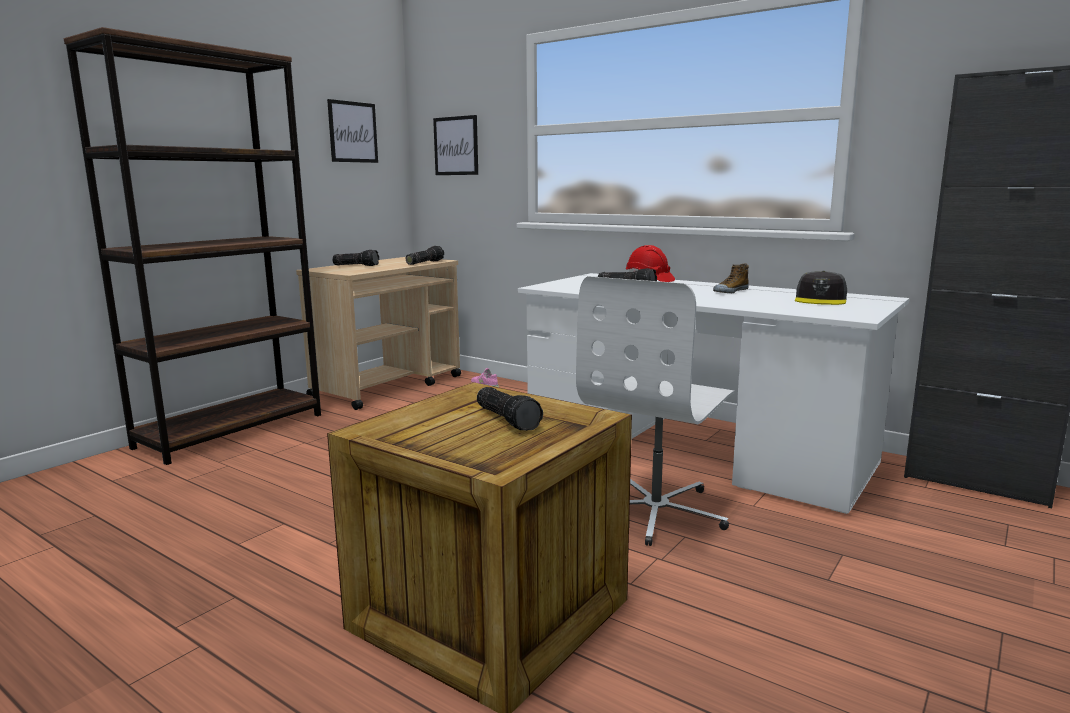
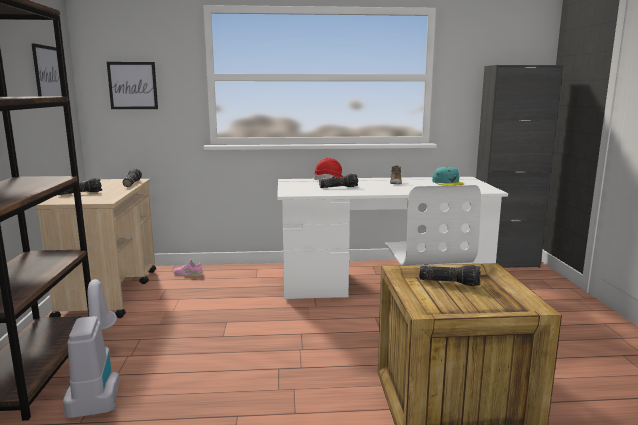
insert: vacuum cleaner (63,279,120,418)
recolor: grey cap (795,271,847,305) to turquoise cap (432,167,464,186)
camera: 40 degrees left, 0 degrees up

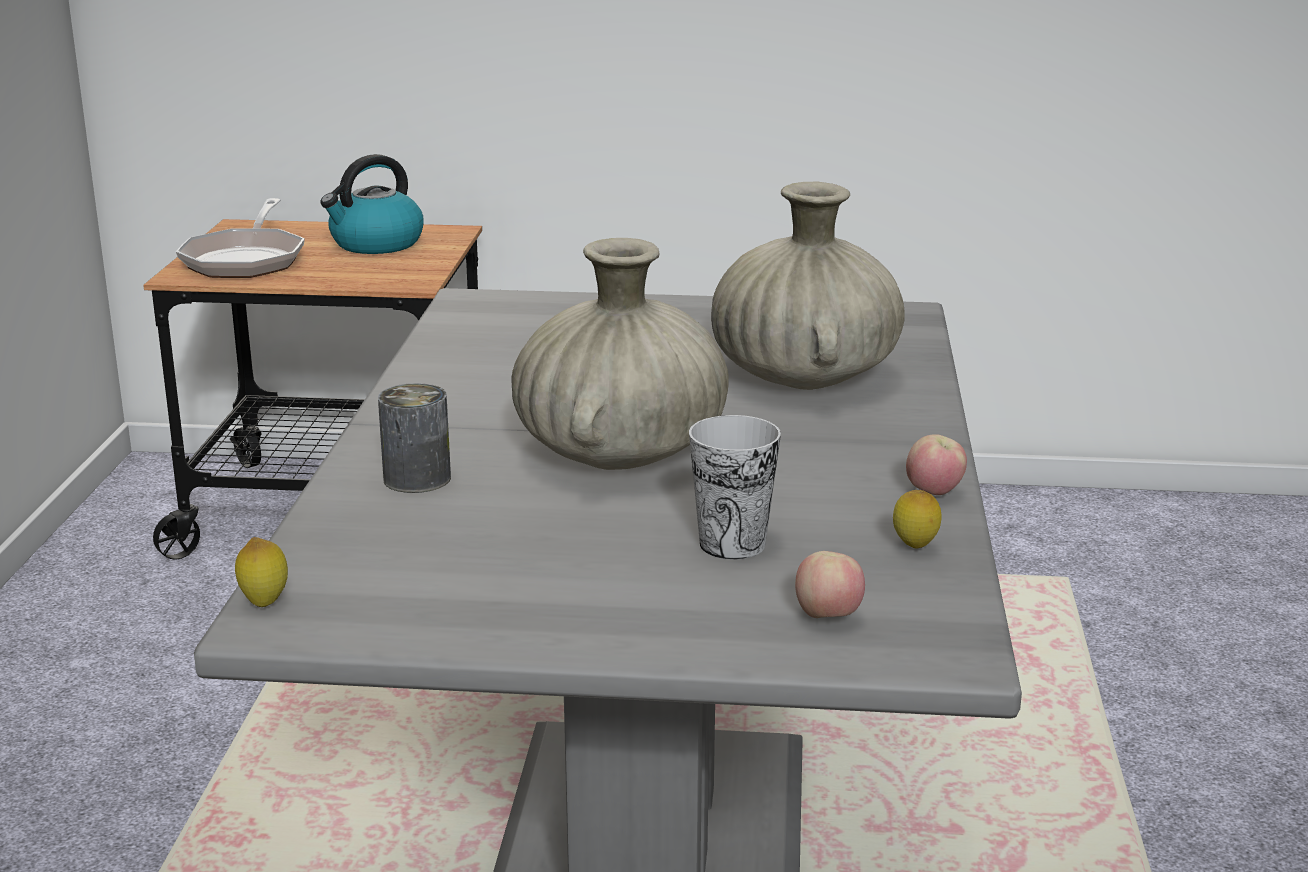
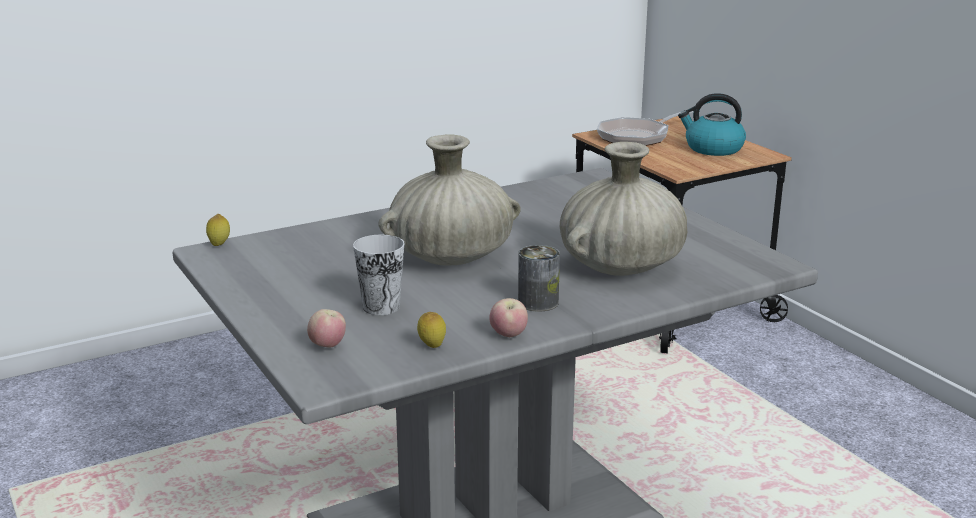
move: can (378,383,451,493) to (518,245,560,312)
camera: 55 degrees right, 0 degrees up

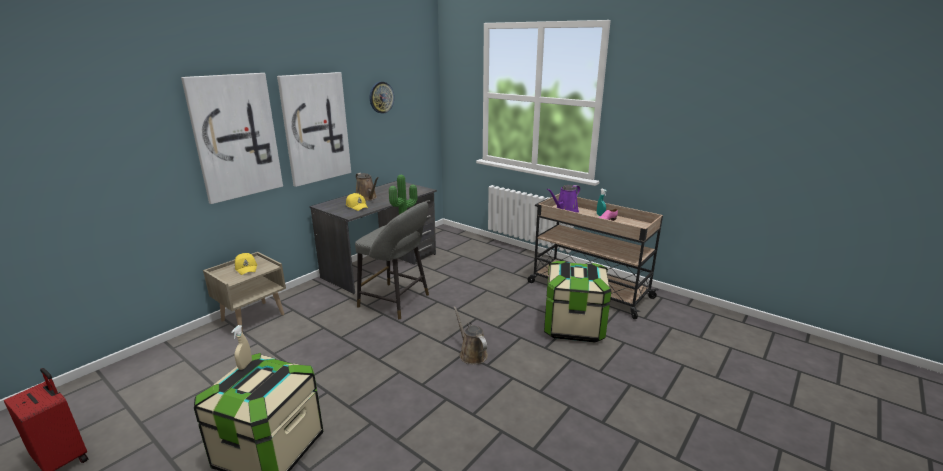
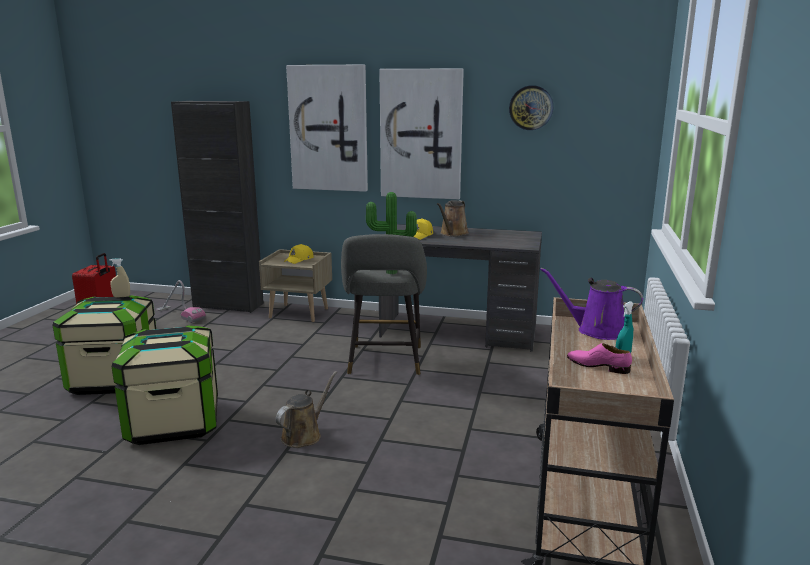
insert: vacuum cleaner (156,280,206,323); black cabinet (171,101,264,313)
move: storage box (544,261,611,343) to (112,325,218,445)
camera: 65 degrees right, 5 degrees down

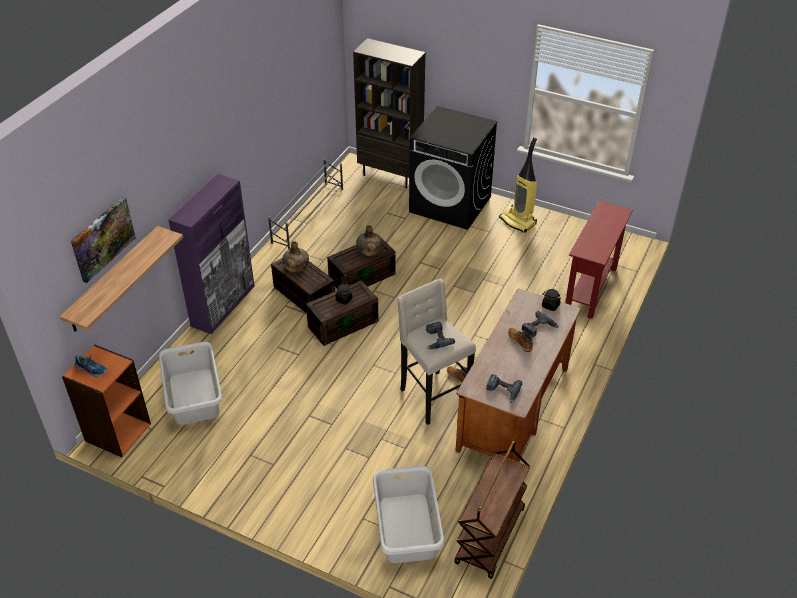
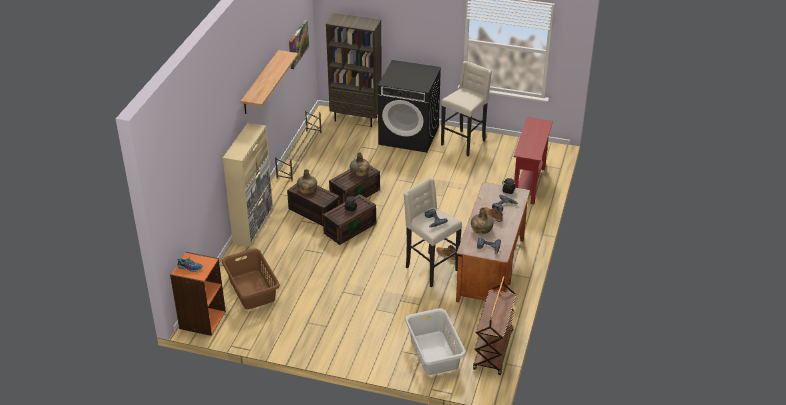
insert: green bottle (471,207,494,234)
move: shelf (59,226,183,331) to (241,50,298,114); picture (71,197,136,283) to (289,20,309,69)
replace: vacuum cleaner (499,137,537,233) to beige stool (441,61,492,156)
recolor: grey laundry basket (159,342,222,425) to brown laundry basket (222,248,280,309); purple cabinet (168,174,254,334) to beige cabinet (223,123,273,247)
camera: 10 degrees left, 5 degrees down

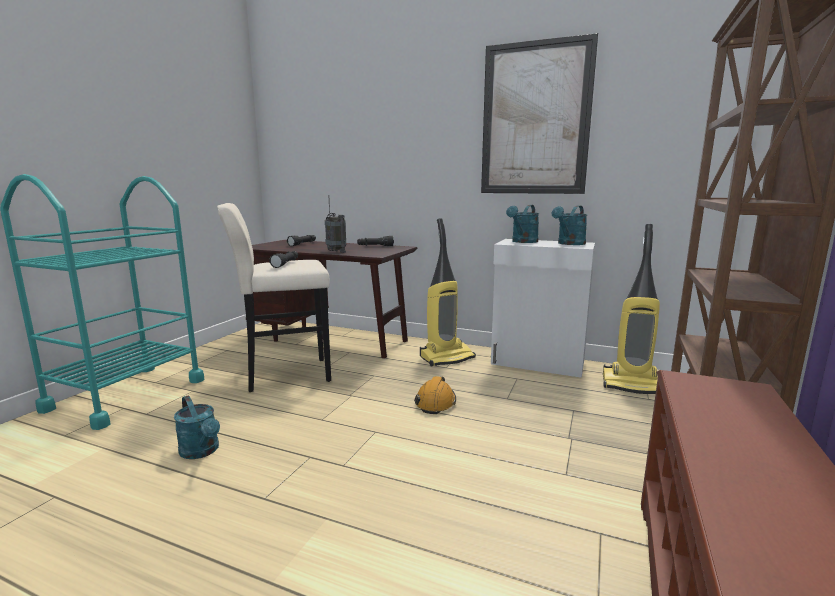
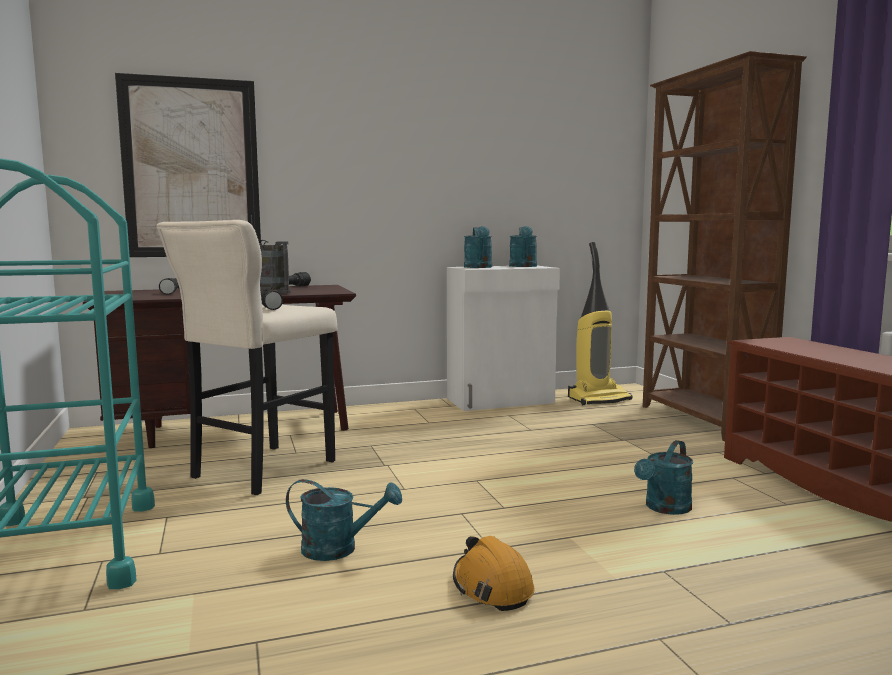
delete: vacuum cleaner (420,218,476,367)
insert: turquoise watering can (634,440,693,515)
move: orange hard hat (414,376,456,414) to (453,536,534,611); picture (481,33,598,194) to (115,73,261,257)
camera: 40 degrees left, 5 degrees down

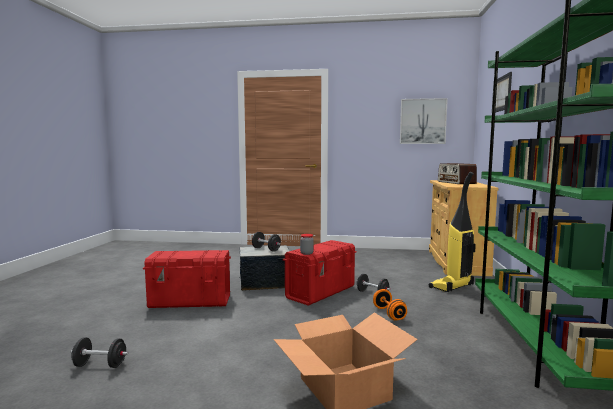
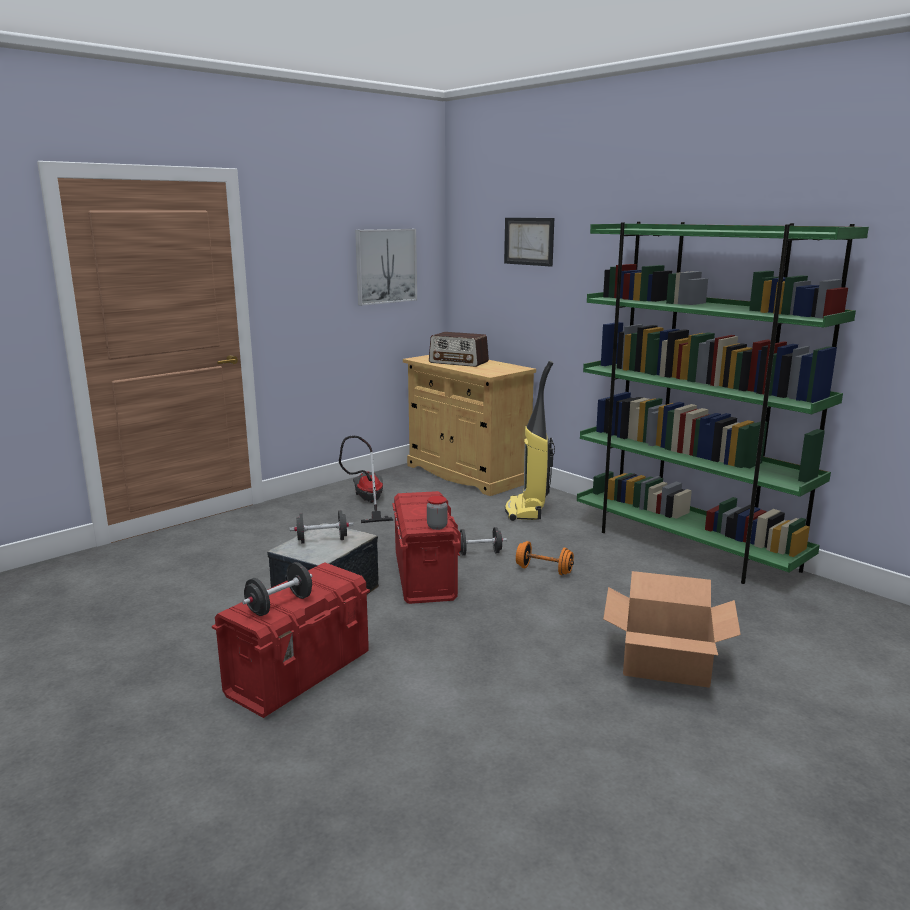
insert: vacuum cleaner (339,436,394,523)
move: black dumbbell (71,338,128,368) to (242,562,312,616)
camera: 50 degrees left, 10 degrees up

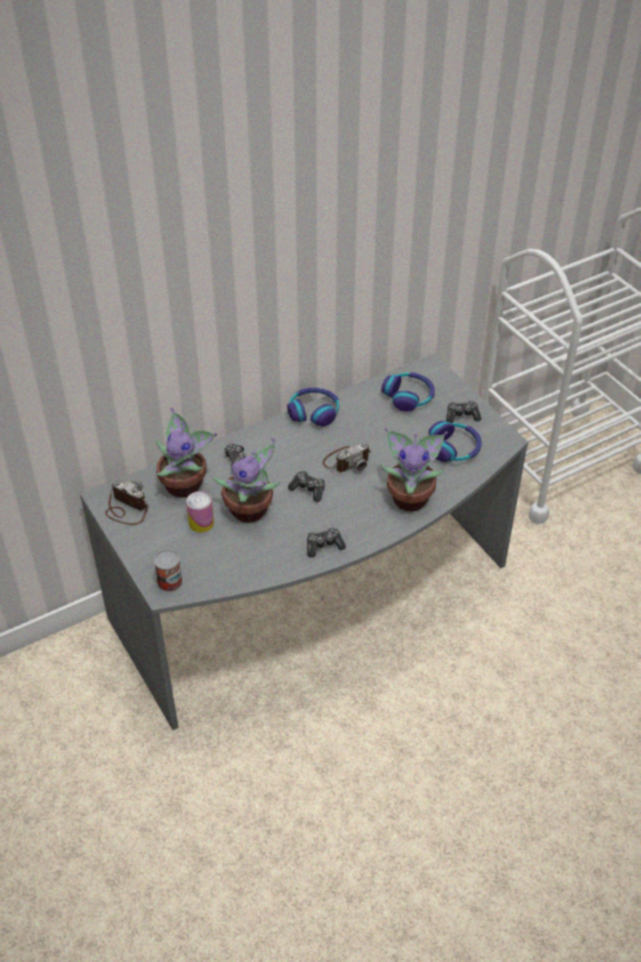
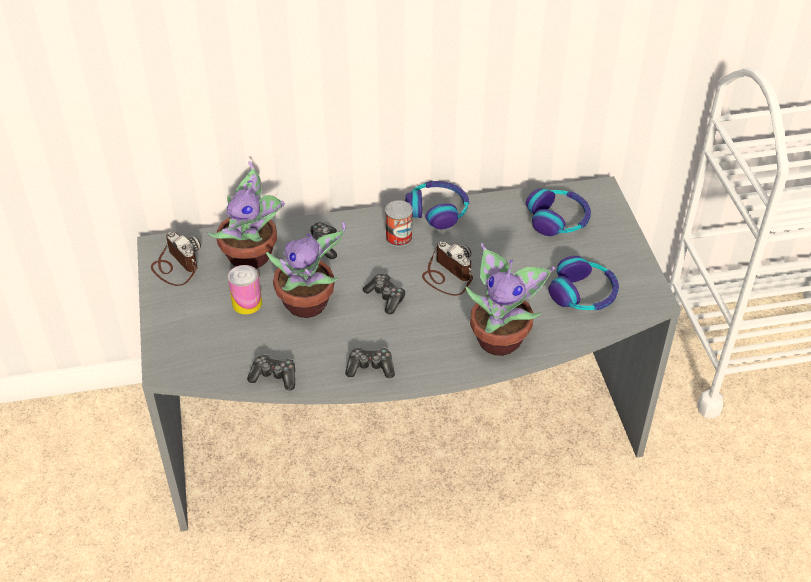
move: can (154,550,183,592) to (385,200,413,247); game controller (446,401,481,423) to (247,354,295,390)
rotate: photo camera (322,443,371,472) = (422,241,473,296) 120 degrees counterclockwise
camera: 20 degrees right, 0 degrees up

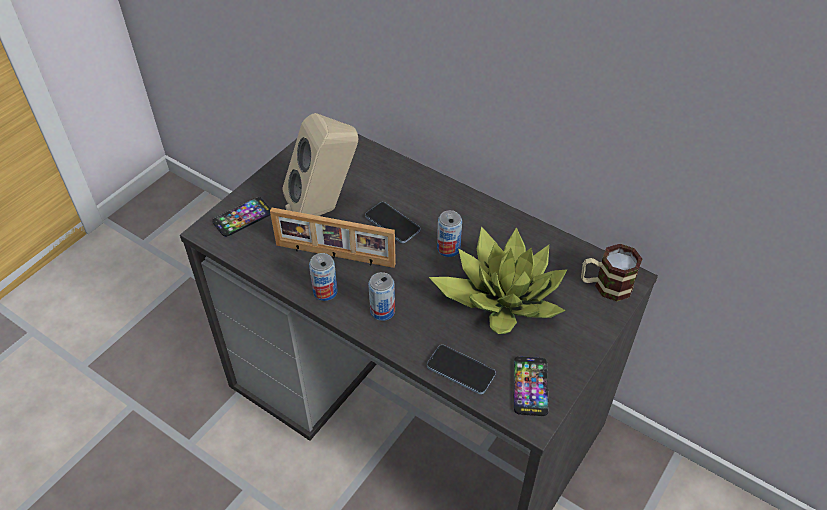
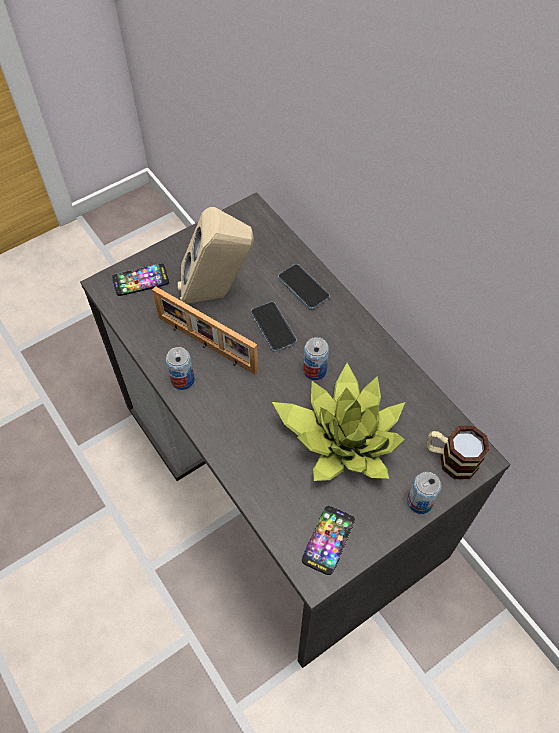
move: can (368,272,395,321) to (407,472,441,514); phone (427,345,496,395) to (278,264,330,309)
camera: 20 degrees right, 10 degrees up

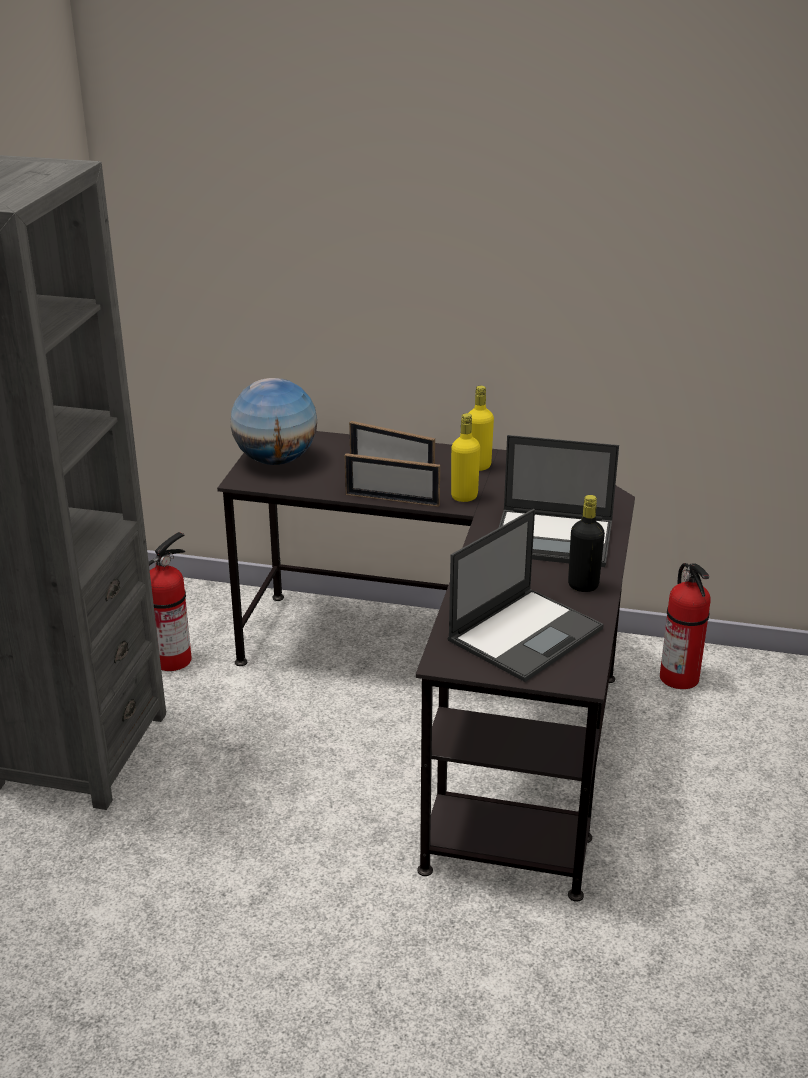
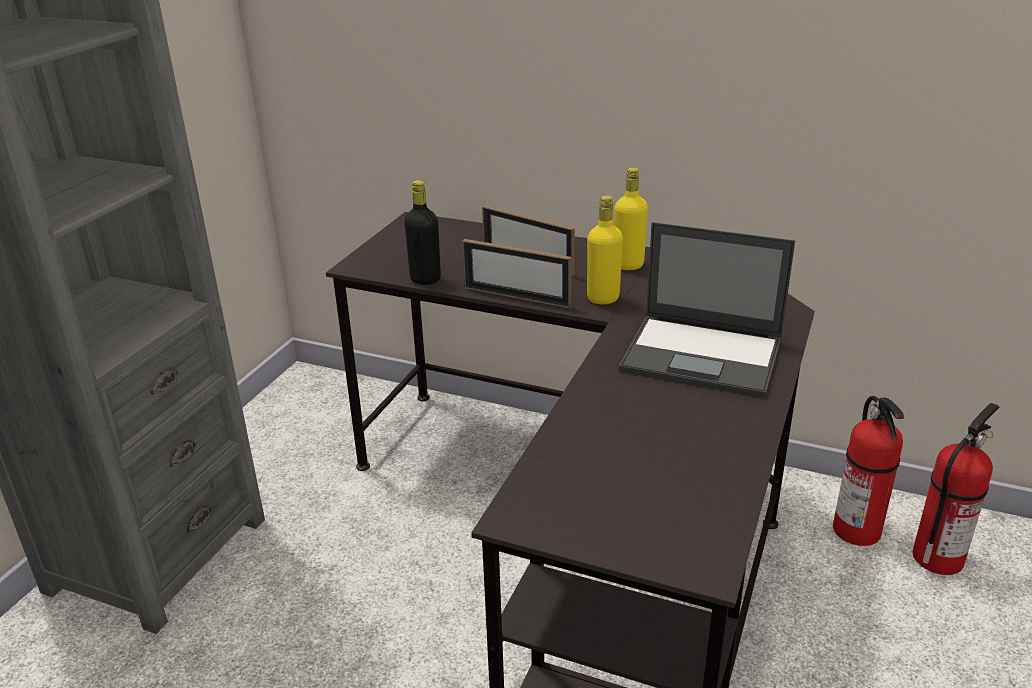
delete: globe (230,378,317,465); laptop (448,509,604,682)
move: fire extinguisher (149,532,192,671) to (913,403,999,575); black bottle (568,495,605,592) to (404,180,441,285)
camera: 10 degrees right, 0 degrees up

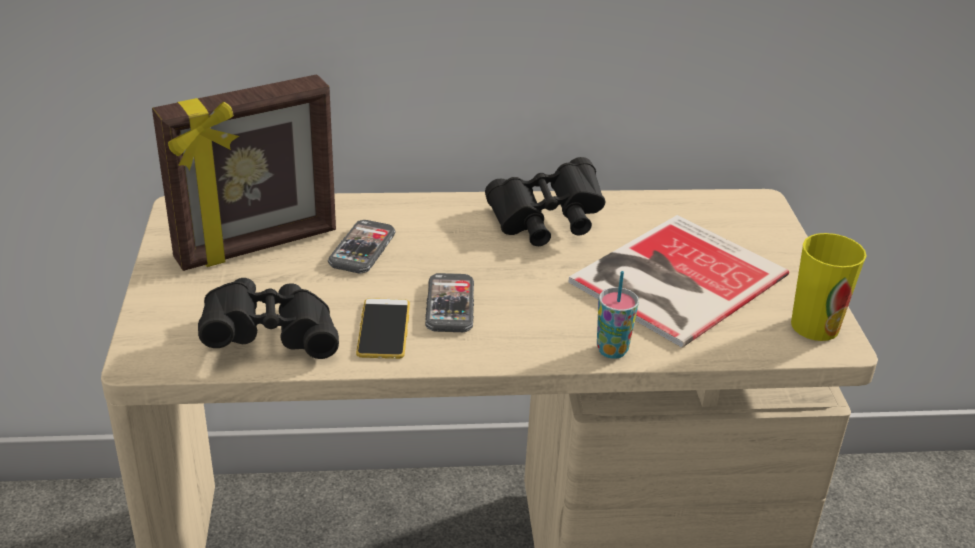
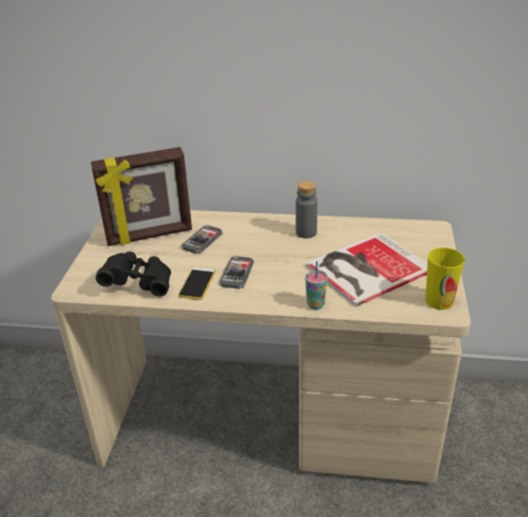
replace: black binoculars (485,157,605,246) to grey bottle (296,181,318,238)
camera: 15 degrees right, 0 degrees up

